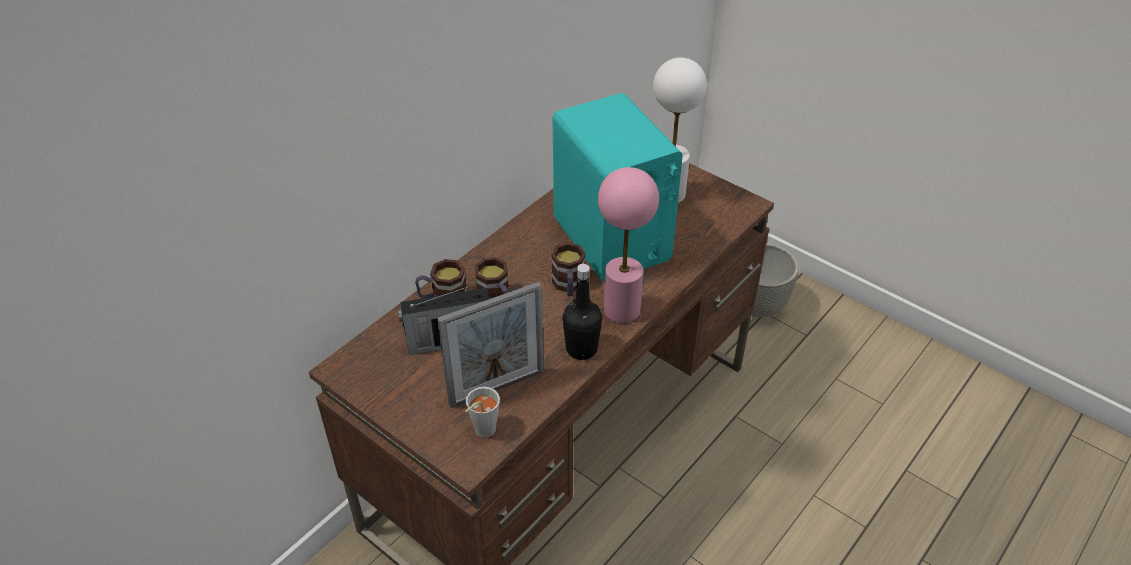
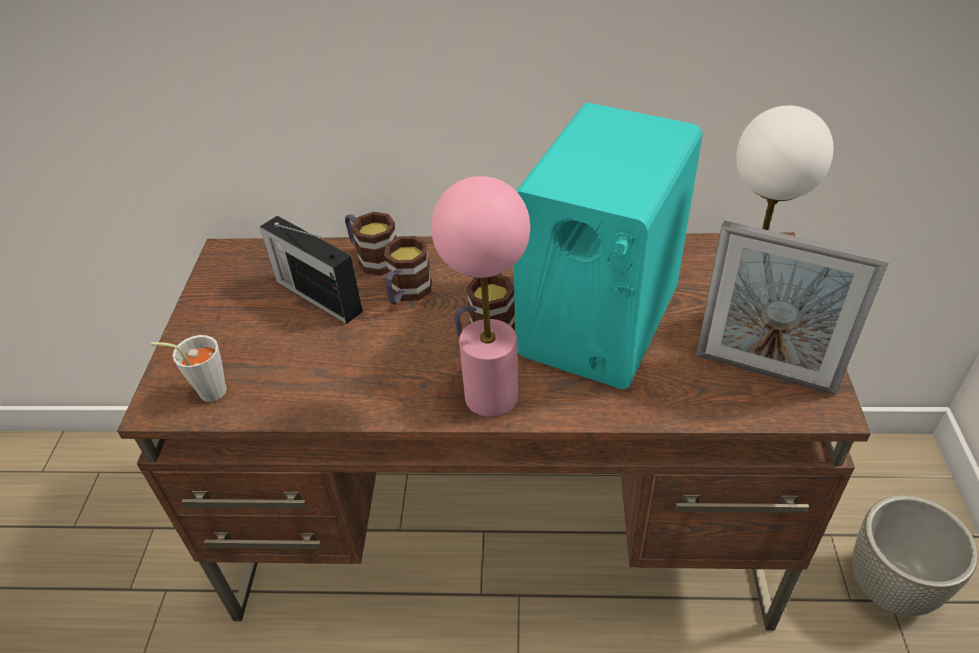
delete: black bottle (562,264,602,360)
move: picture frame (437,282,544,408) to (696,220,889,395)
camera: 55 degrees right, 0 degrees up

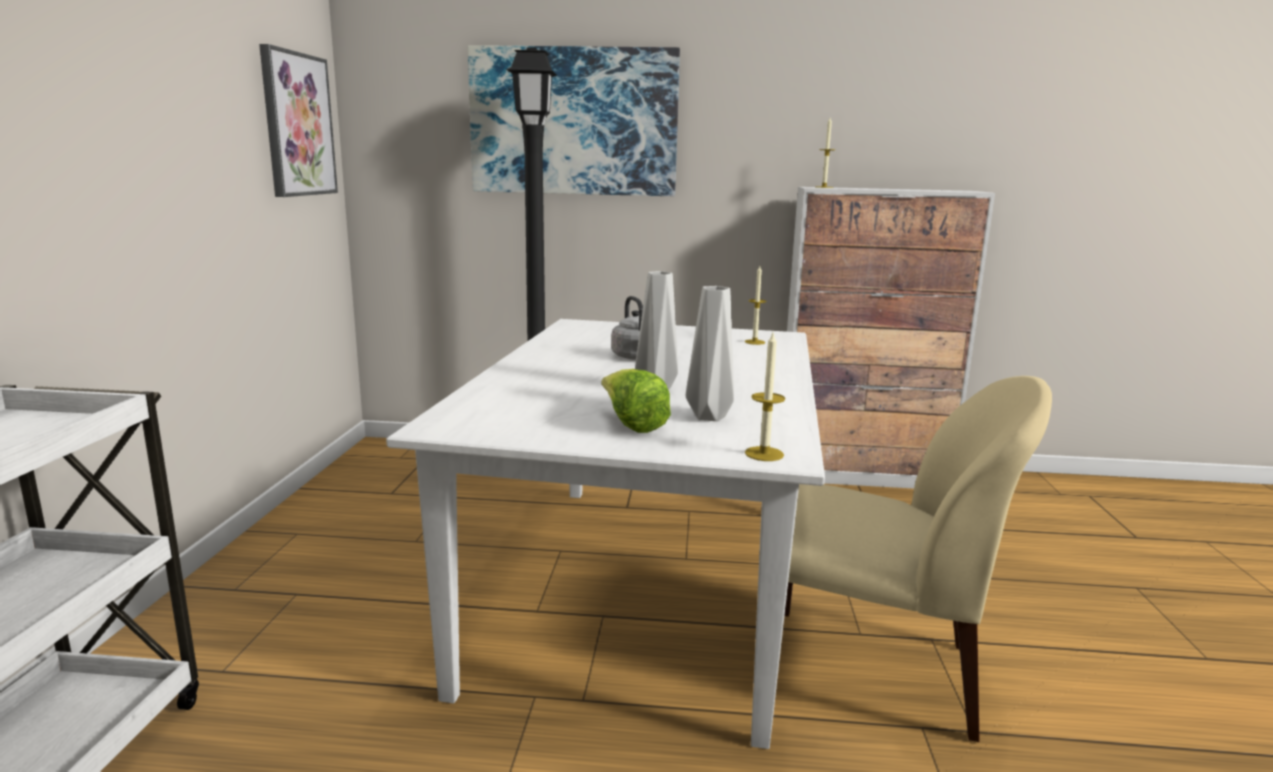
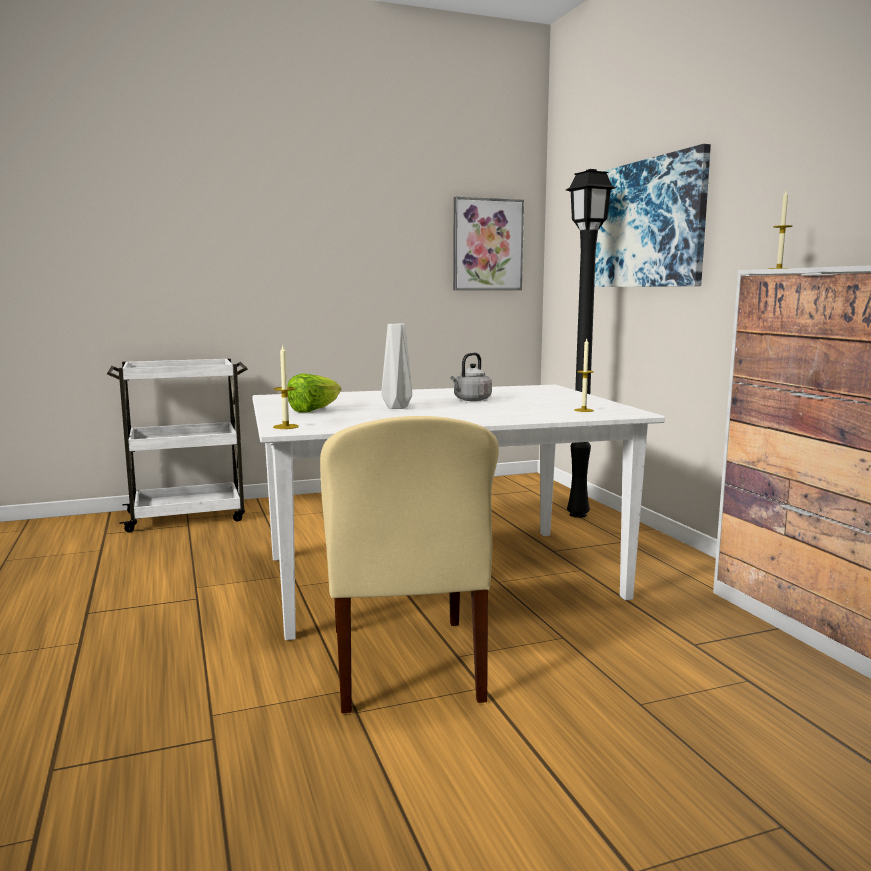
delete: grey vase (686,286,734,421)
camera: 65 degrees right, 5 degrees down

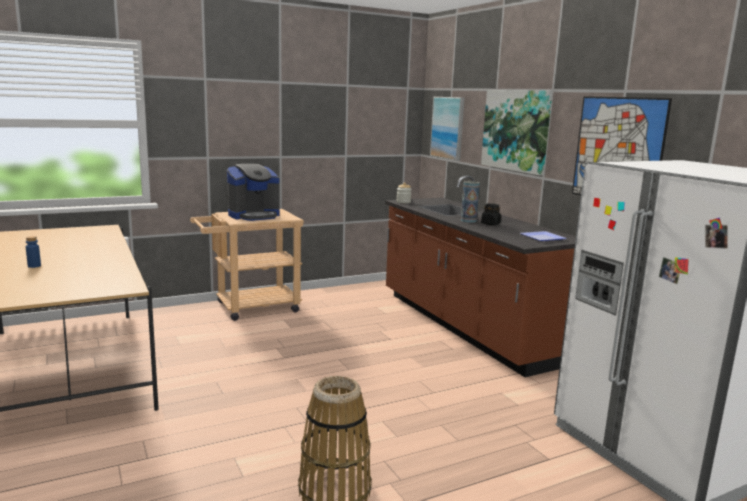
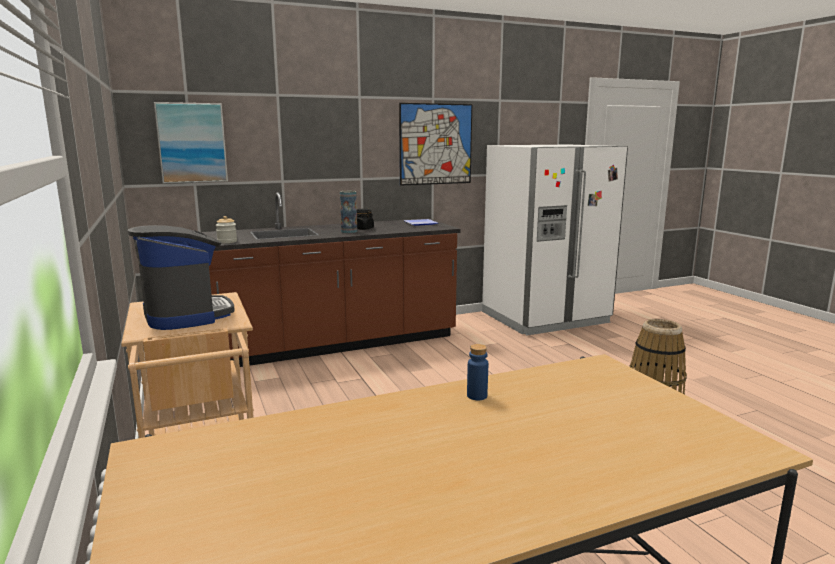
delete: picture (481,90,553,176)
move: blue bottle (26,236,41,268) to (467,344,488,400)
camera: 85 degrees left, 0 degrees up

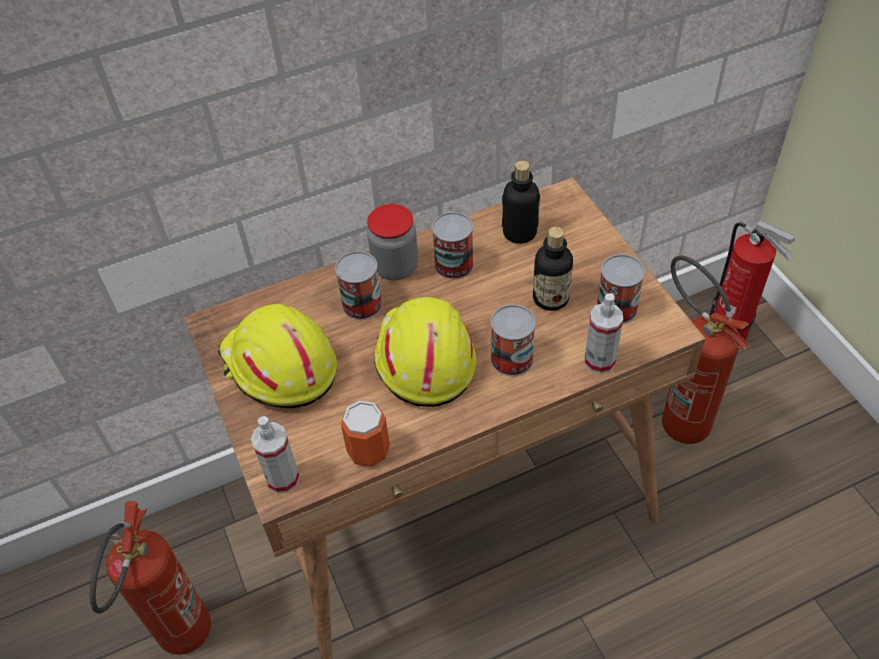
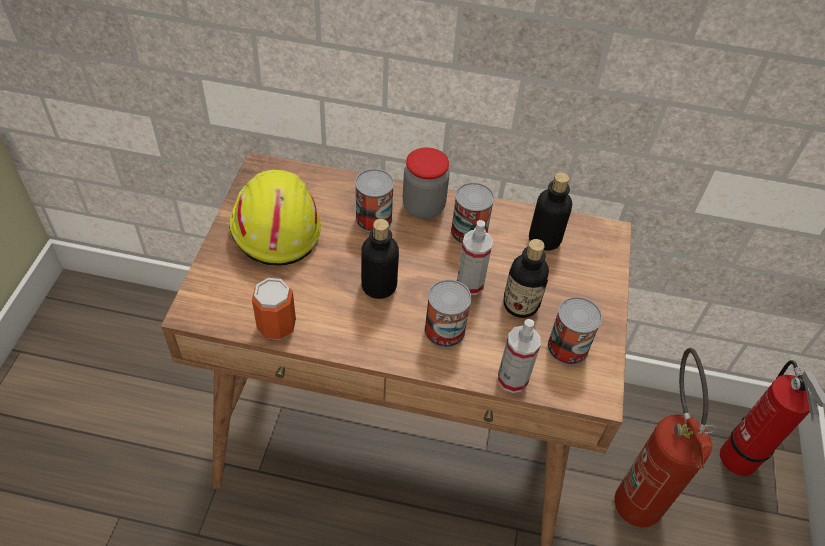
delete: fire extinguisher (90,501,211,655)
move: spray bottle (251,416,300,494) to (457,220,493,295)
replace: yellow hard hat (374,297,476,407) to bottle (361,219,399,299)
camera: 30 degrees right, 0 degrees up

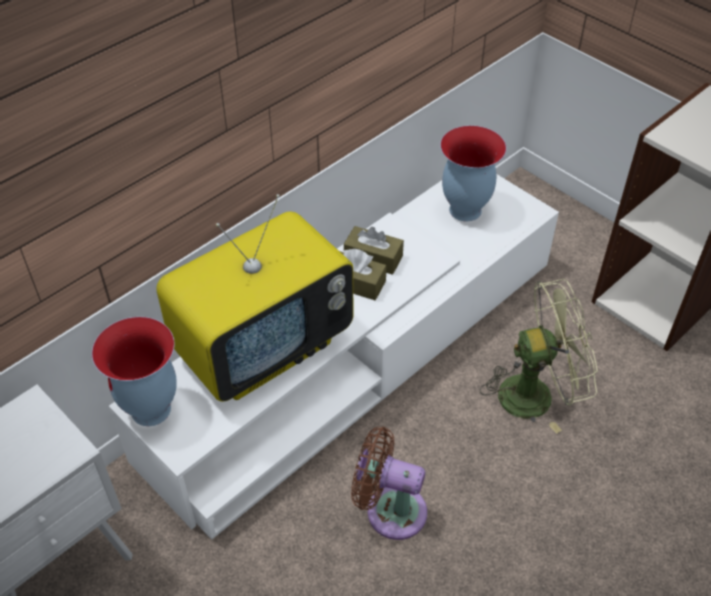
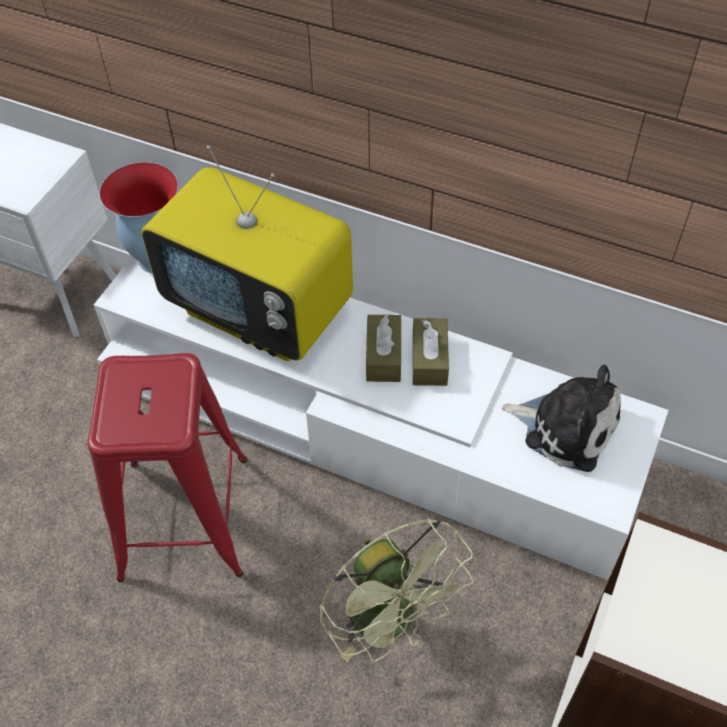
replace: brown fan (351,427,427,540) to red stool (88,353,247,582); vase (440,126,506,221) to plush toy (502,364,621,472)
camera: 70 degrees right, 5 degrees up

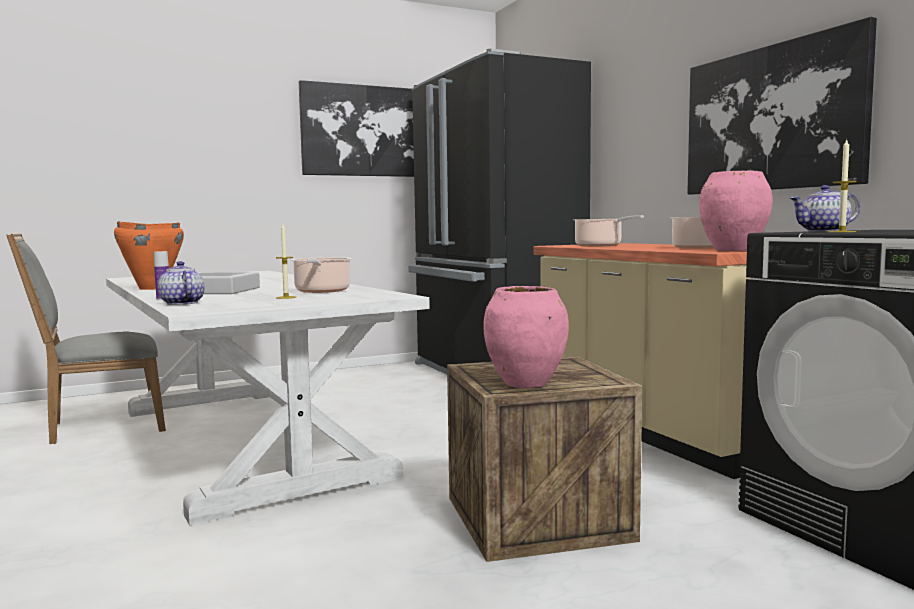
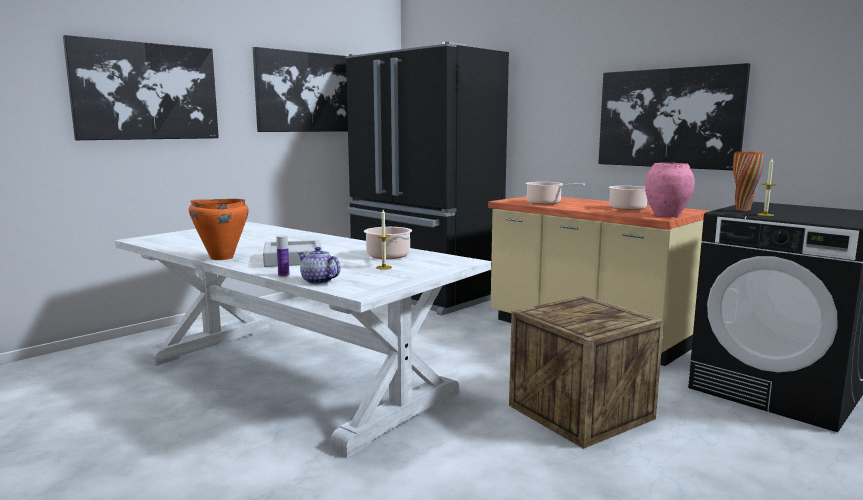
delete: grey chair (6,233,166,444); pink vase (483,286,569,388)
insert: picture (63,35,219,140)
replace: teapot (790,185,860,232) to orange vase (733,152,764,211)
camera: 20 degrees left, 5 degrees up

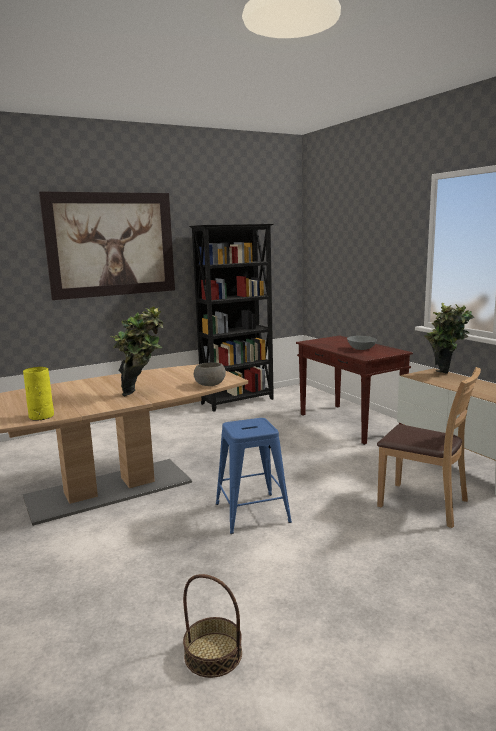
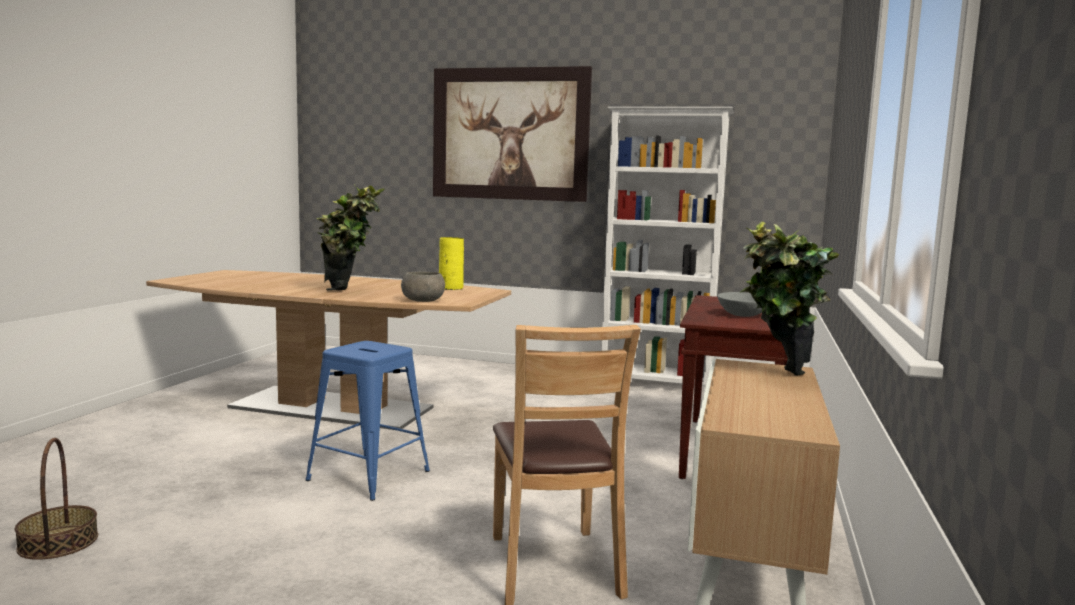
move: yellow vase (23,367,54,421) to (439,237,464,290)
recolor: black bookcase (189,224,274,412) to white bookcase (601,107,734,392)
camera: 45 degrees right, 5 degrees down

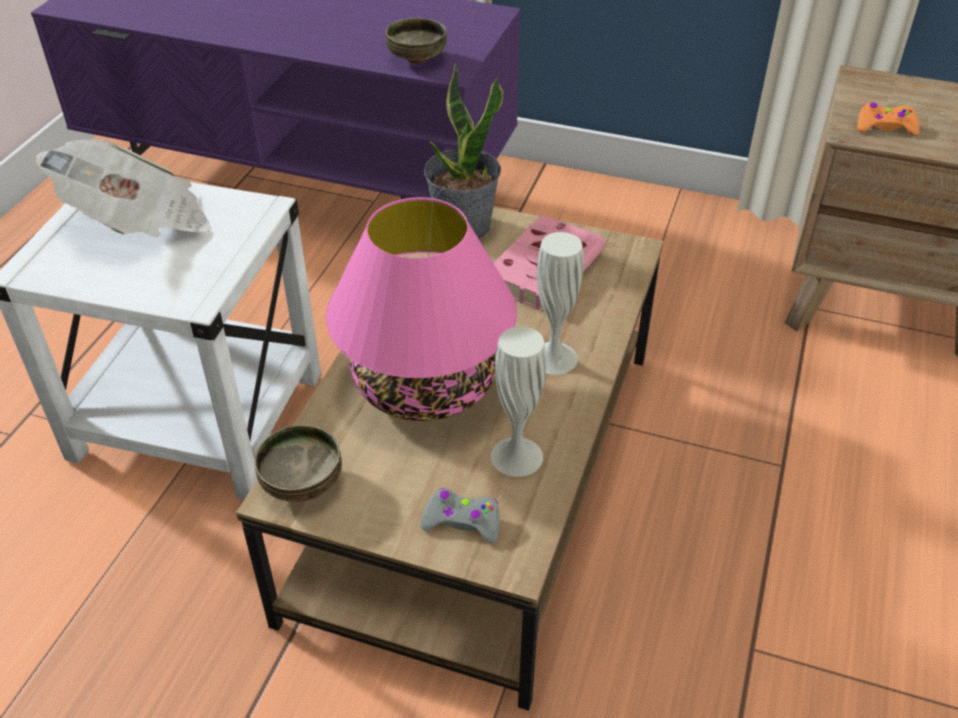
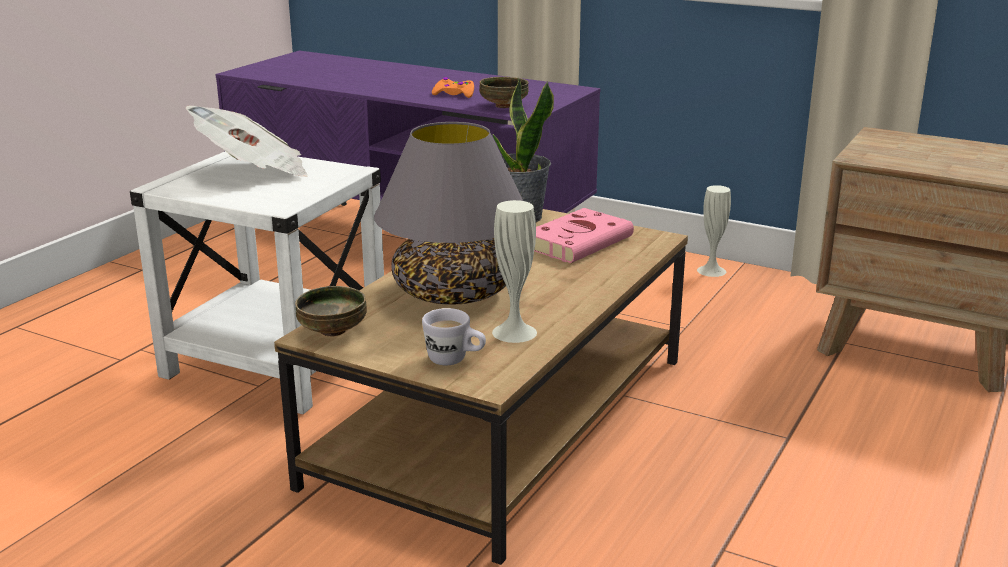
move: white vase (537,232,584,375) to (697,185,731,277); orange game controller (857,102,919,136) to (432,77,474,98)
replace: grey game controller (421,488,500,544) to white mug (422,308,486,365)
recolor: pink table lamp (326,197,517,421) to grey table lamp (374,122,523,305)
camera: 10 degrees right, 20 degrees down

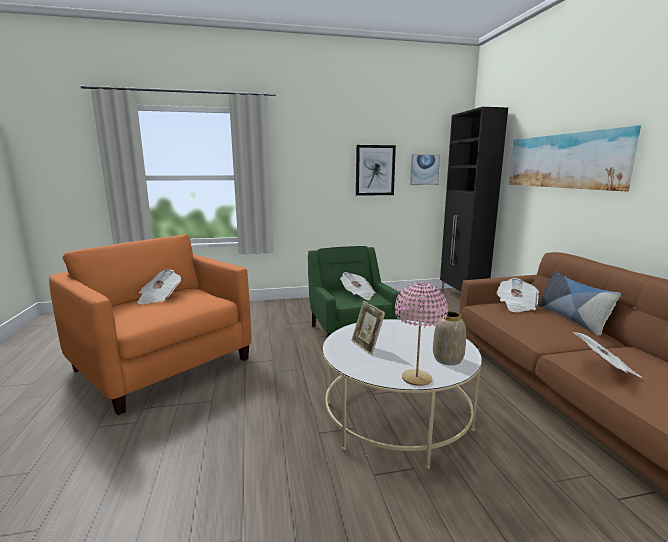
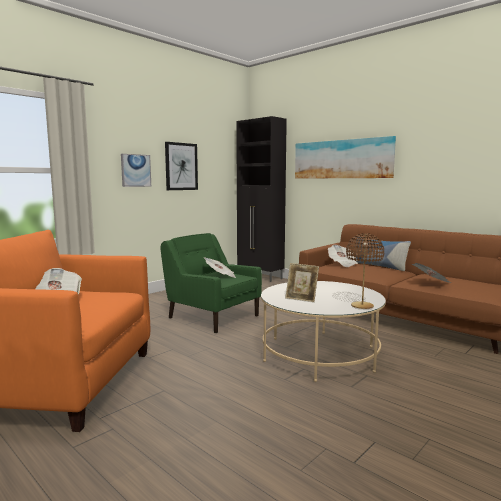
delete: vase (433,311,466,365)
move: picture (410,154,440,185) to (121,154,151,187)
recolor: pink table lamp (395,282,448,386) to brown table lamp (346,233,384,309)
camera: 35 degrees left, 5 degrees down

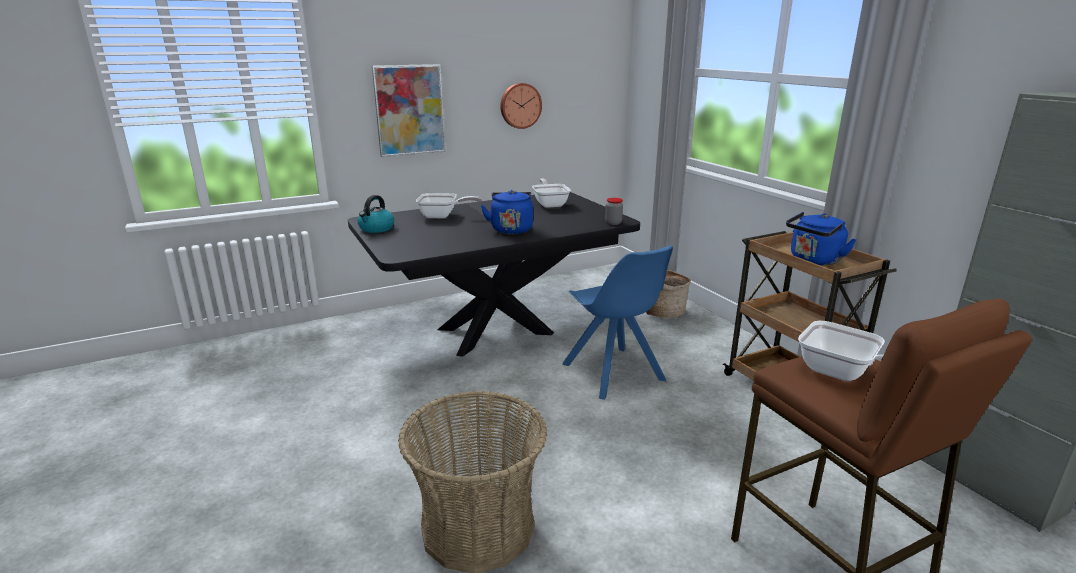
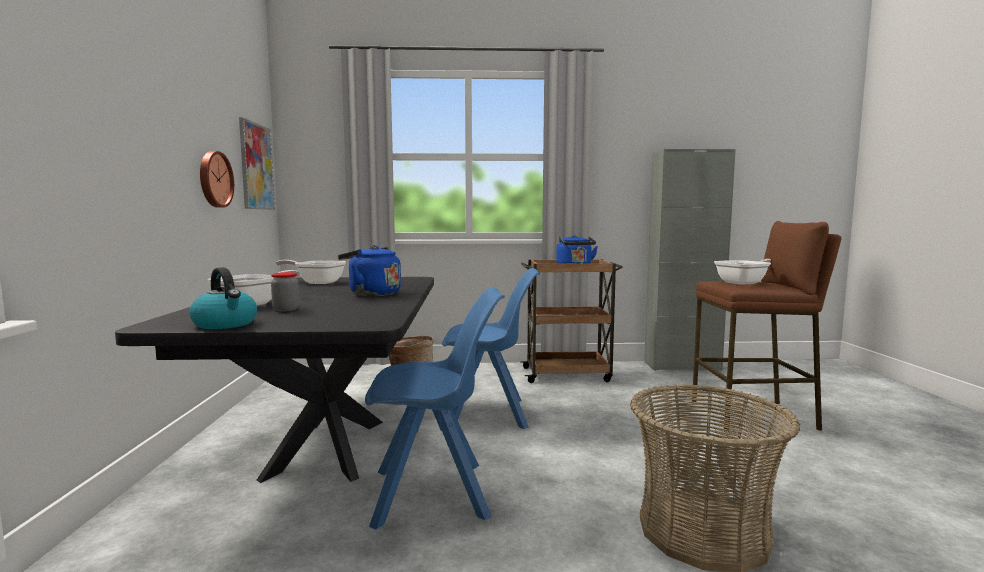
insert: blue chair (365,287,505,530)
move: picture (372,64,445,157) to (239,117,275,210); jar (605,198,623,225) to (271,272,299,311)
camera: 65 degrees left, 15 degrees down

